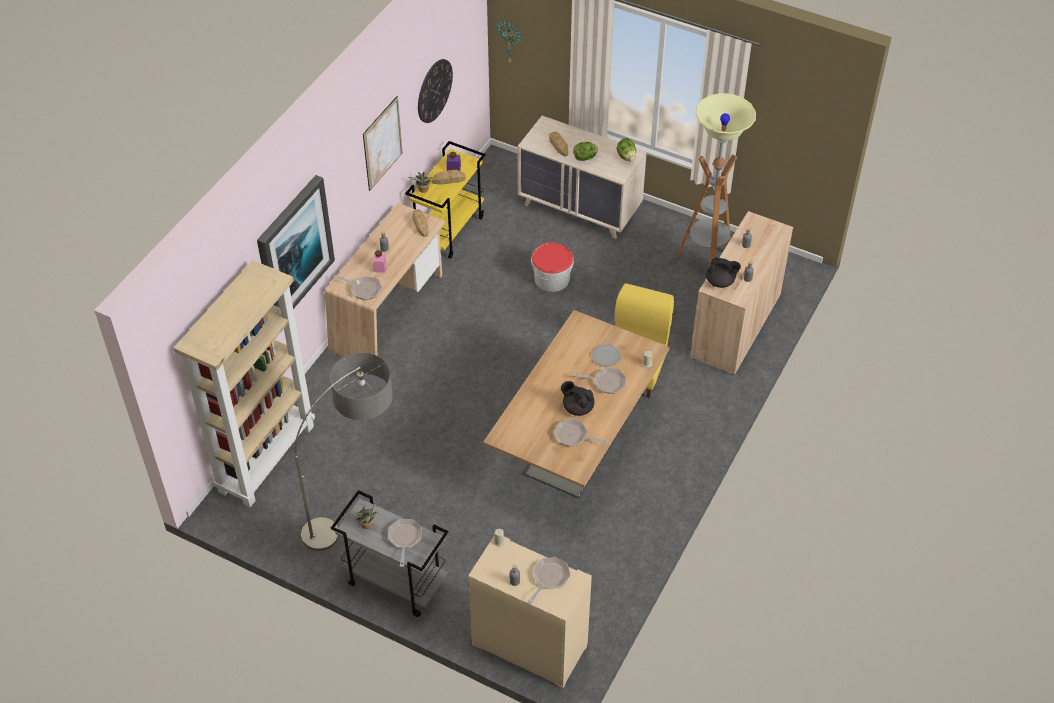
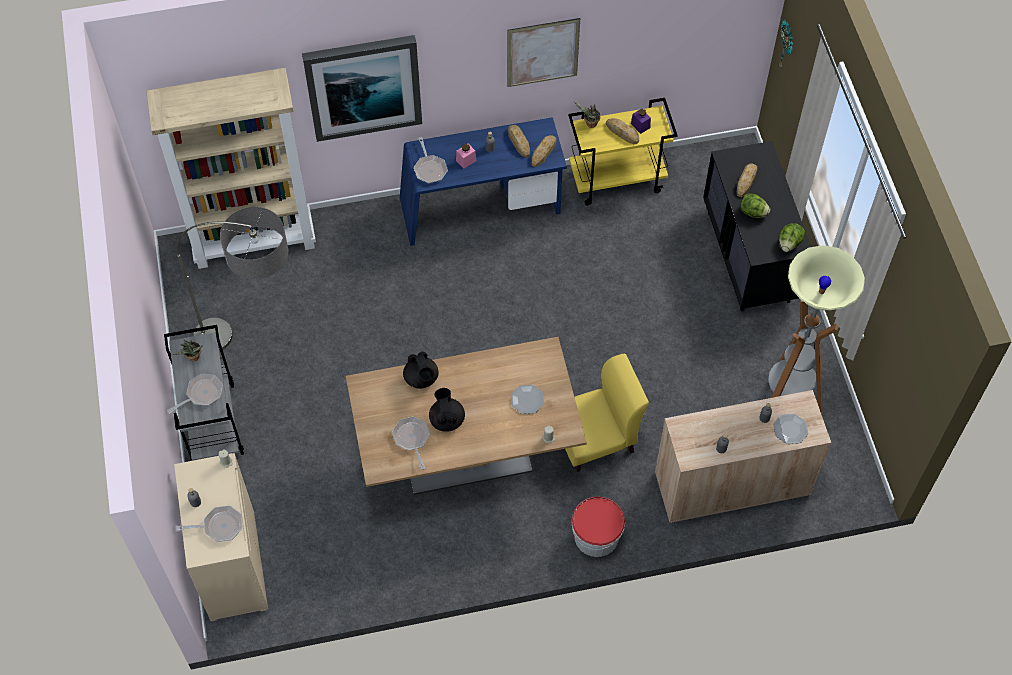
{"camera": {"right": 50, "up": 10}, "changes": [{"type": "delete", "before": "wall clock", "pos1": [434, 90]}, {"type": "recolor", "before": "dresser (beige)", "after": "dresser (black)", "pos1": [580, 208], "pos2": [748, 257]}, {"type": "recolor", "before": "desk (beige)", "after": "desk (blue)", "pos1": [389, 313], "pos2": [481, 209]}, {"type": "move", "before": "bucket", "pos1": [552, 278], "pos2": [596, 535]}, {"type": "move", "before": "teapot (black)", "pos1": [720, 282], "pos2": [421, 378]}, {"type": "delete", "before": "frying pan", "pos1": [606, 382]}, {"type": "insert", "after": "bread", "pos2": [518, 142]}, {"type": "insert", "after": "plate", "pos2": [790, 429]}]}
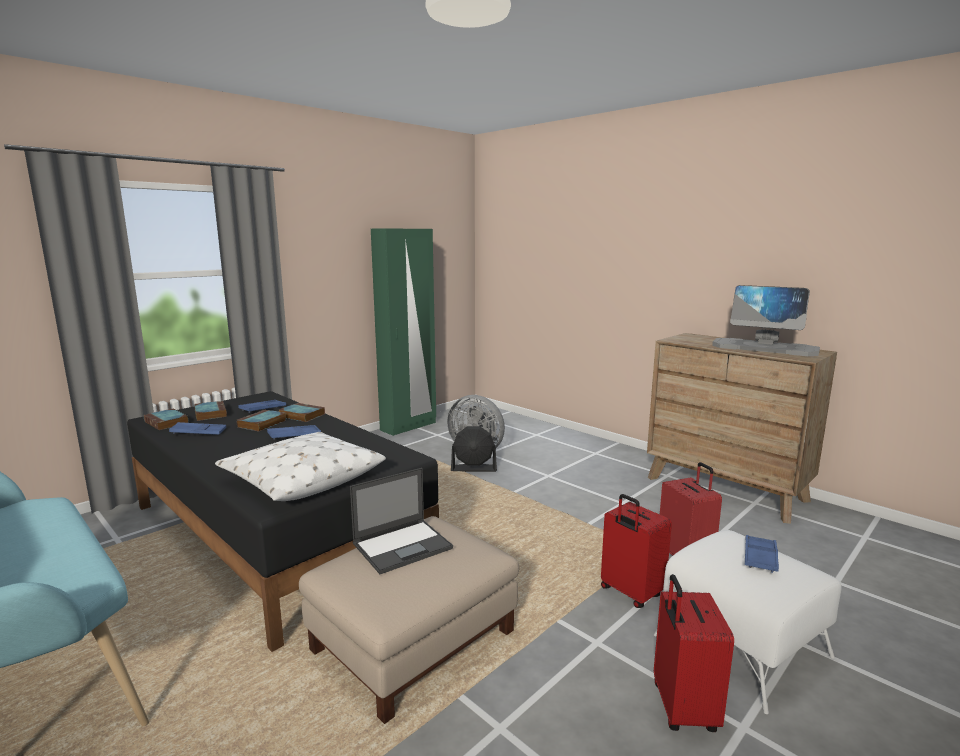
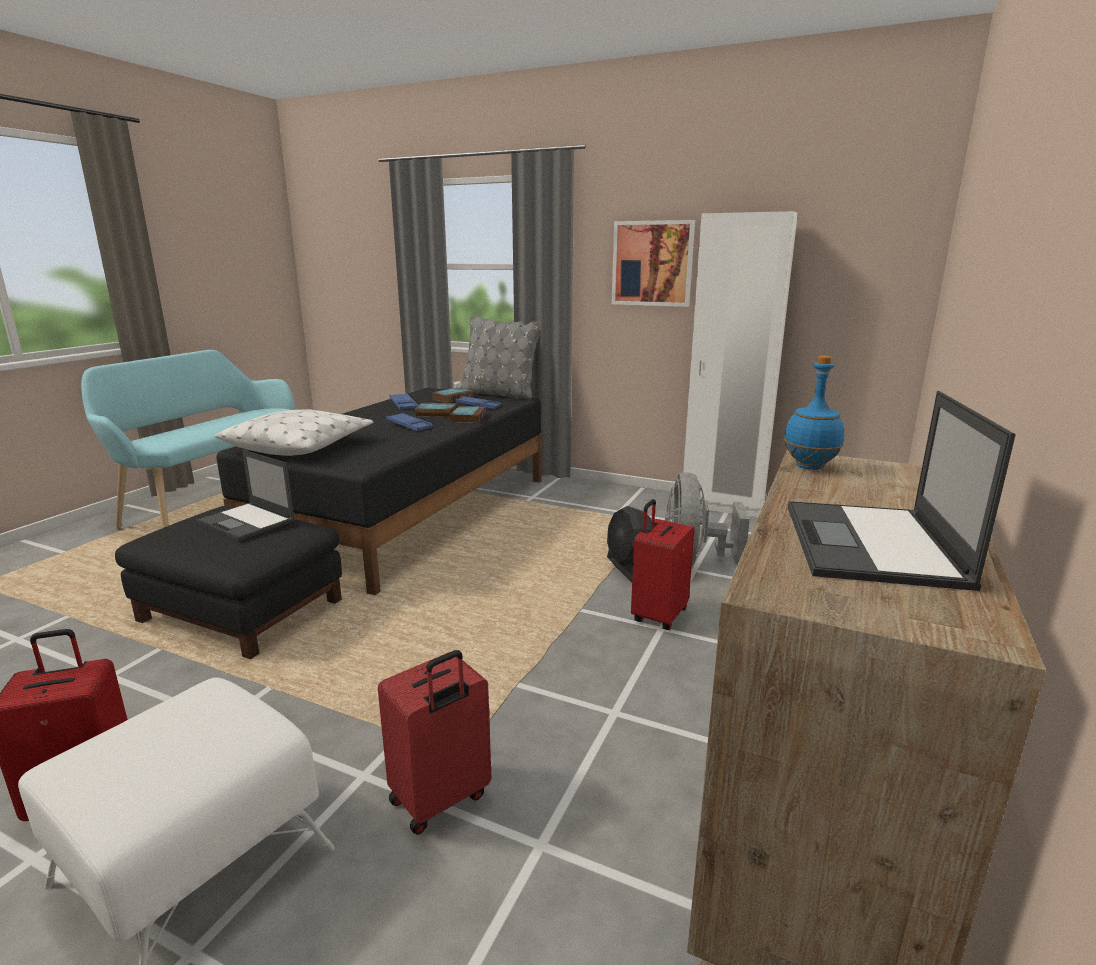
{"camera": {"right": 70, "up": 5}, "changes": [{"type": "recolor", "before": "wardrobe (green)", "after": "wardrobe (white)", "pos1": [408, 426], "pos2": [722, 507]}, {"type": "replace", "before": "monitor", "after": "laptop", "pos1": [765, 348], "pos2": [872, 545]}, {"type": "delete", "before": "book", "pos1": [167, 423]}, {"type": "move", "before": "suitcase (red)", "pos1": [630, 593], "pos2": [658, 615]}, {"type": "recolor", "before": "ottoman (beige)", "after": "ottoman (black)", "pos1": [413, 639], "pos2": [243, 610]}, {"type": "delete", "before": "tray (blue)", "pos1": [760, 557]}, {"type": "insert", "after": "picture", "pos2": [652, 263]}, {"type": "insert", "after": "pillow (grey)", "pos2": [499, 394]}, {"type": "insert", "after": "bottle (blue)", "pos2": [810, 466]}]}
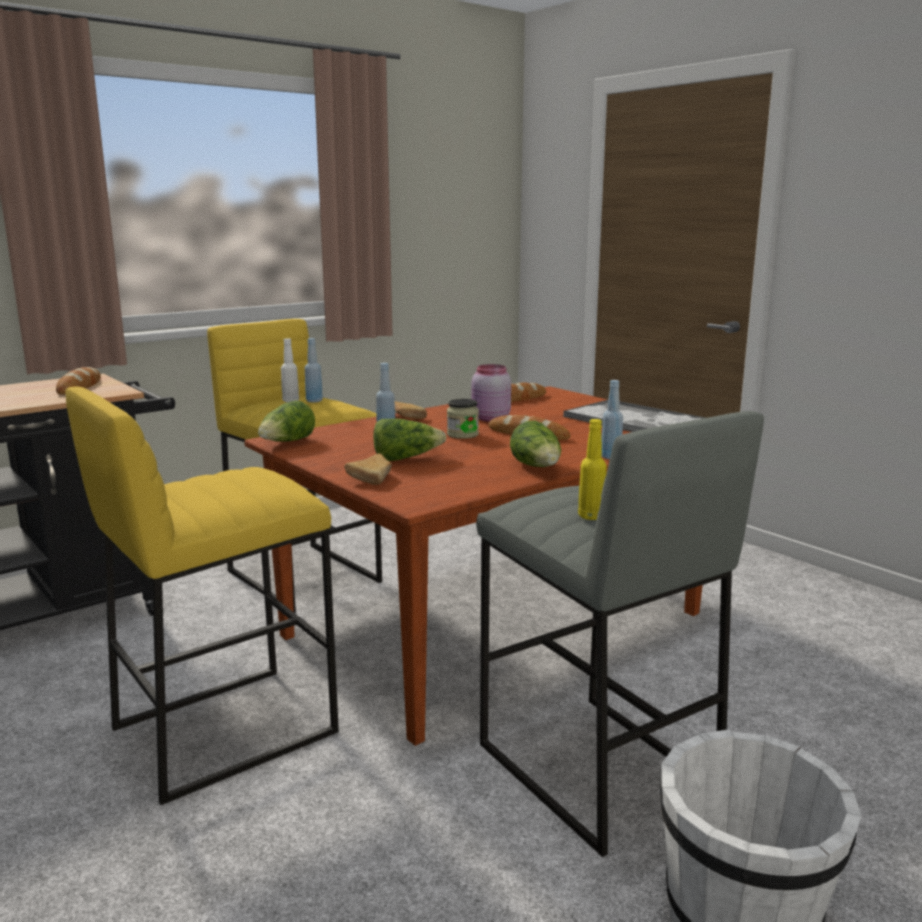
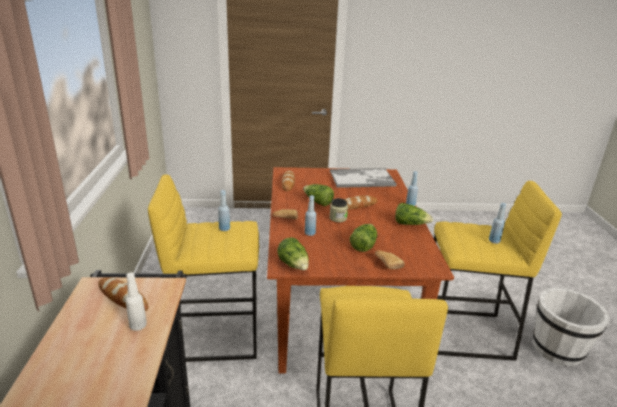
{"camera": {"right": -55, "up": 10}, "changes": [{"type": "move", "before": "bottle (white)", "pos1": [291, 401], "pos2": [138, 326]}, {"type": "replace", "before": "jar (pink)", "after": "lettuce", "pos1": [490, 419], "pos2": [317, 202]}, {"type": "recolor", "before": "stool (grey)", "after": "stool (yellow)", "pos1": [594, 768], "pos2": [465, 334]}, {"type": "recolor", "before": "bottle (yellow)", "after": "bottle (blue)", "pos1": [591, 516], "pos2": [494, 241]}]}
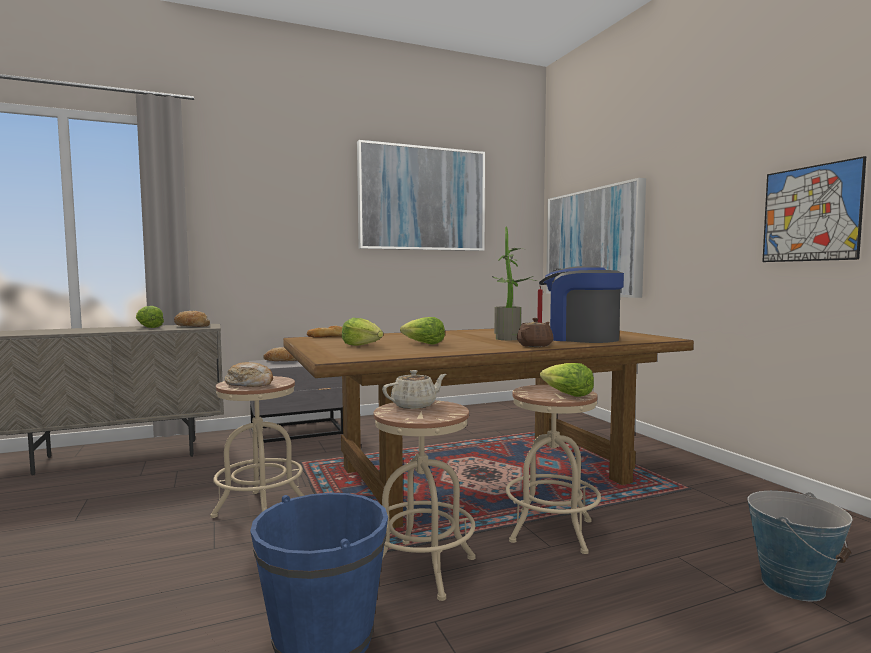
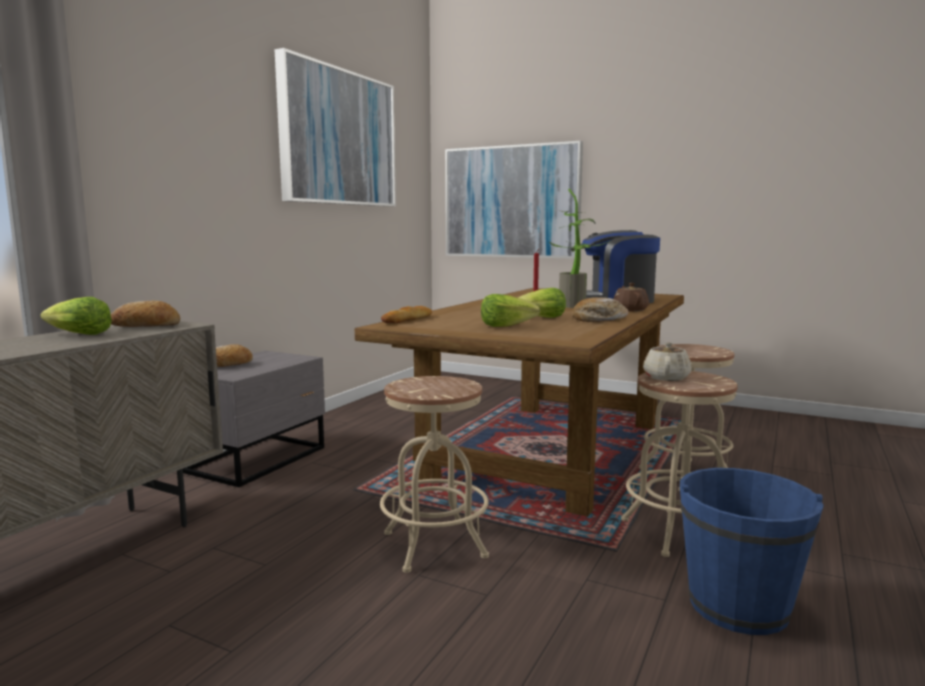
{"camera": {"right": -40, "up": 5}, "changes": [{"type": "delete", "before": "picture", "pos1": [810, 213]}, {"type": "move", "before": "bread", "pos1": [250, 384], "pos2": [599, 319]}, {"type": "delete", "before": "lettuce", "pos1": [566, 394]}, {"type": "delete", "before": "bucket", "pos1": [793, 585]}]}
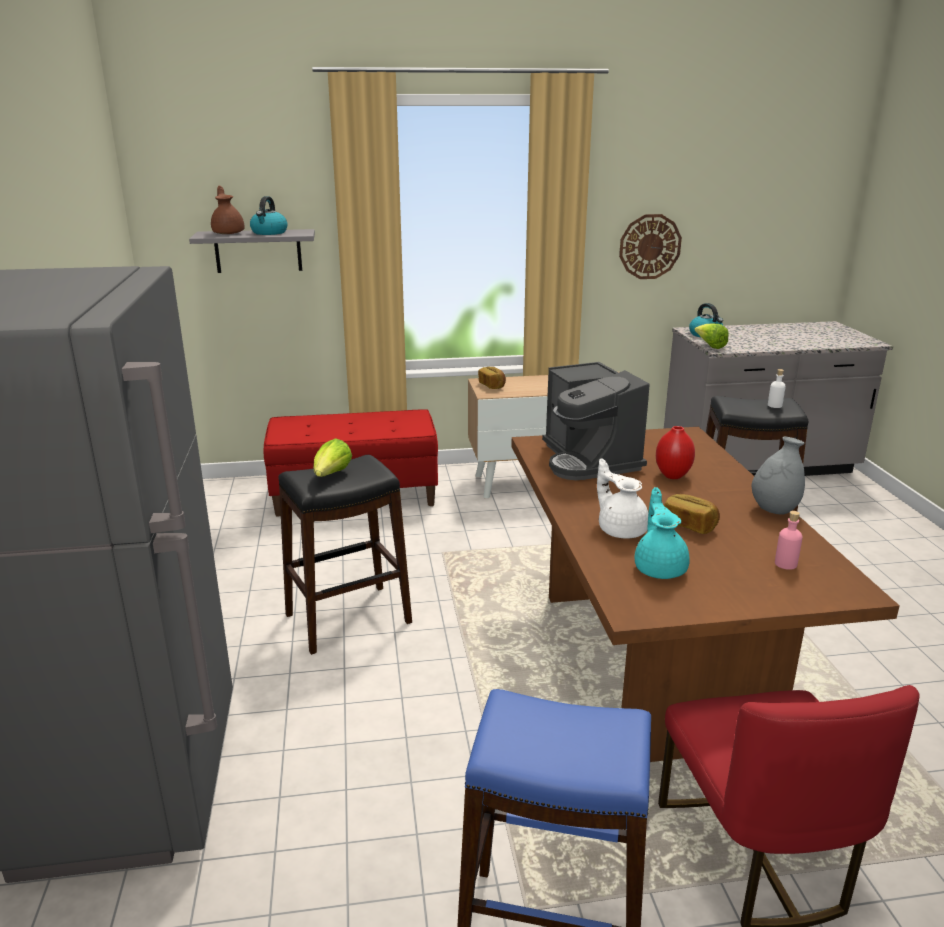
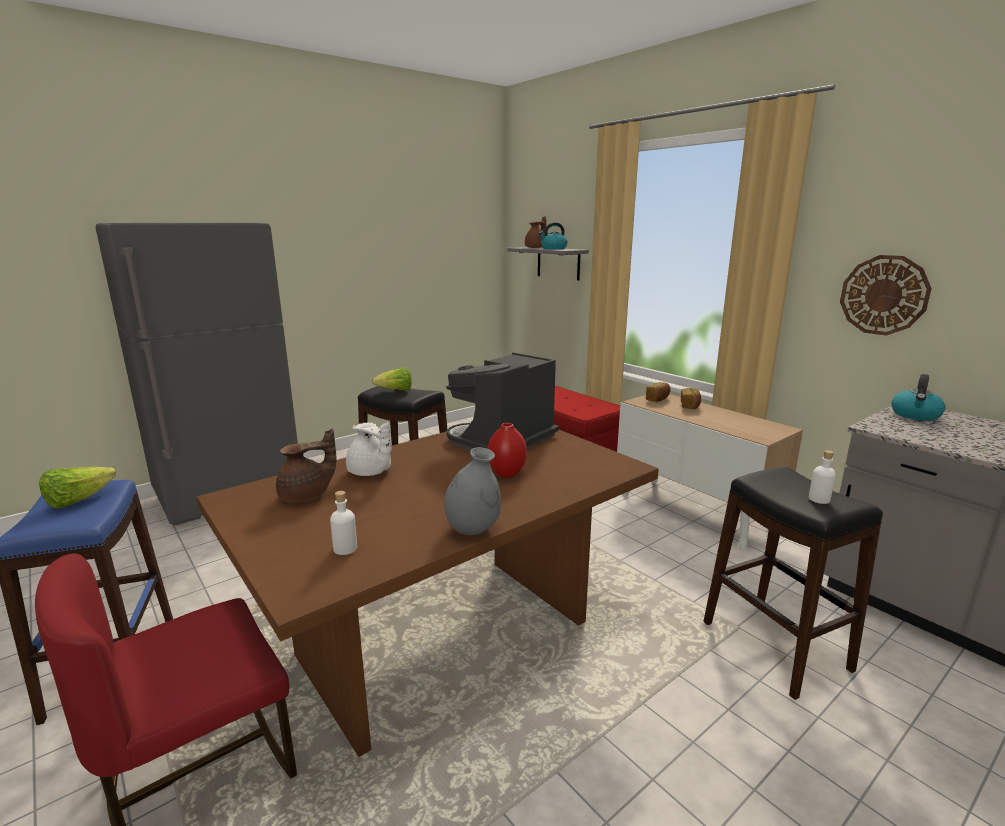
{"camera": {"right": 60, "up": -5}, "changes": [{"type": "move", "before": "lettuce", "pos1": [710, 346], "pos2": [78, 501]}, {"type": "rotate", "before": "teapot (white)", "pos1": [621, 529], "pos2": [370, 472], "turn": 105}, {"type": "recolor", "before": "teapot (turquoise)", "after": "teapot (brown)", "pos1": [660, 568], "pos2": [307, 496]}, {"type": "move", "before": "bread", "pos1": [689, 525], "pos2": [690, 406]}, {"type": "recolor", "before": "bottle (pink)", "after": "bottle (white)", "pos1": [785, 564], "pos2": [345, 548]}]}
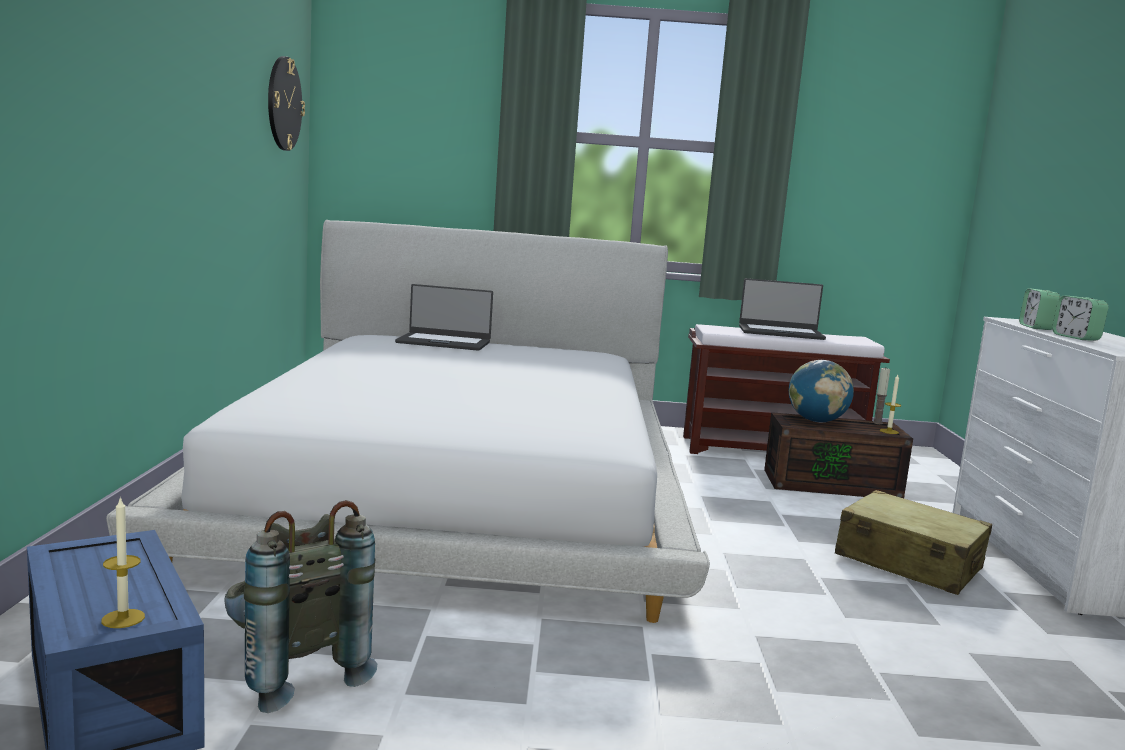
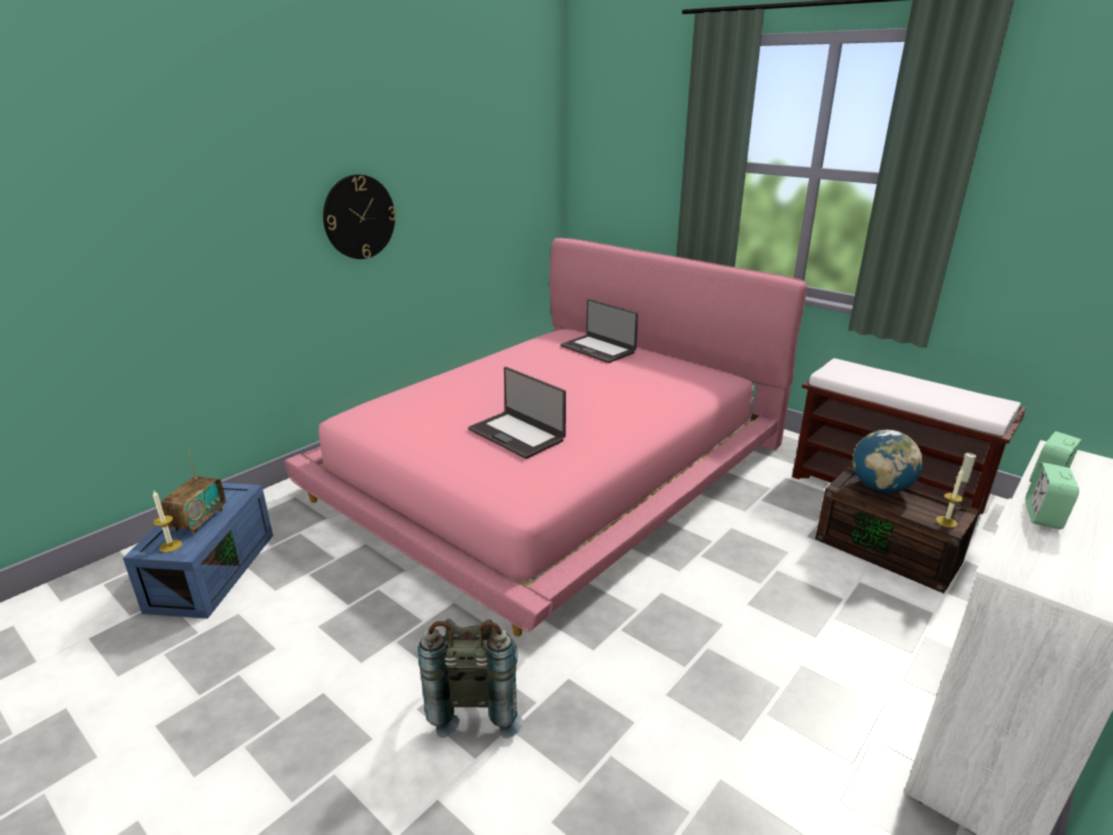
{"camera": {"right": 40, "up": 15}, "changes": [{"type": "move", "before": "wall clock", "pos1": [283, 104], "pos2": [359, 217]}, {"type": "recolor", "before": "bed (white)", "after": "bed (pink)", "pos1": [458, 486], "pos2": [555, 468]}, {"type": "move", "before": "laptop", "pos1": [780, 332], "pos2": [517, 434]}, {"type": "delete", "before": "suitcase (beige)", "pos1": [908, 563]}, {"type": "move", "before": "backpack (grey)", "pos1": [291, 674], "pos2": [476, 703]}, {"type": "insert", "after": "radio", "pos2": [198, 520]}]}
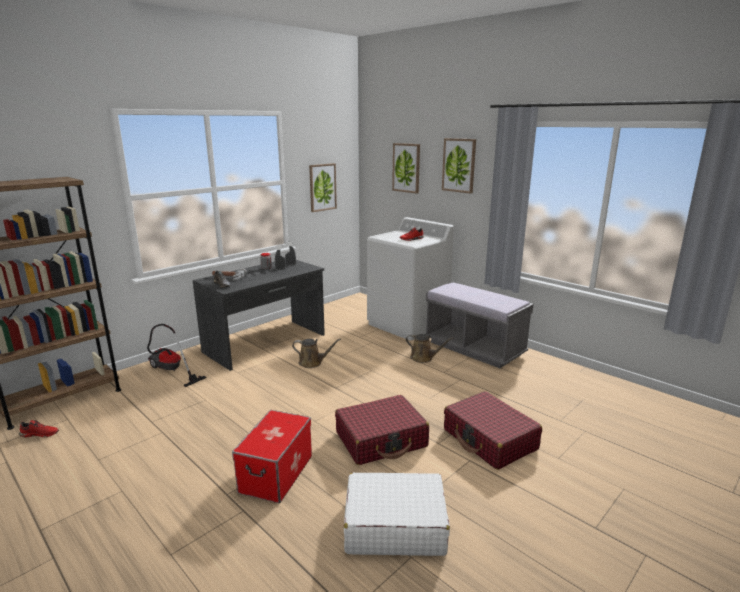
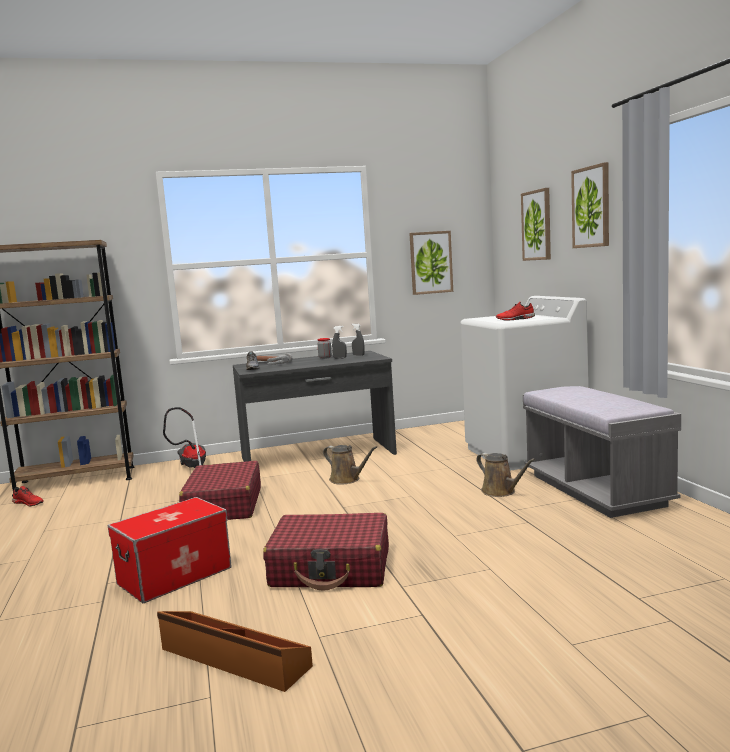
{"camera": {"right": 30, "up": -10}, "changes": [{"type": "move", "before": "suitcase (red)", "pos1": [489, 440], "pos2": [223, 505]}, {"type": "replace", "before": "suitcase (white)", "after": "storage box (brown)", "pos1": [394, 525], "pos2": [233, 658]}]}
